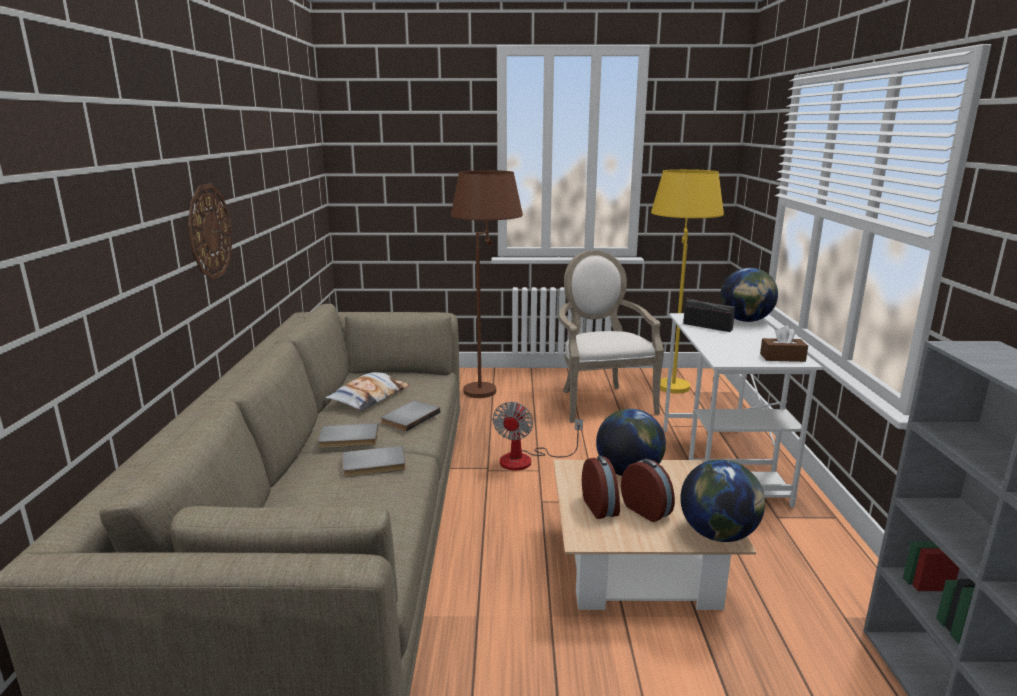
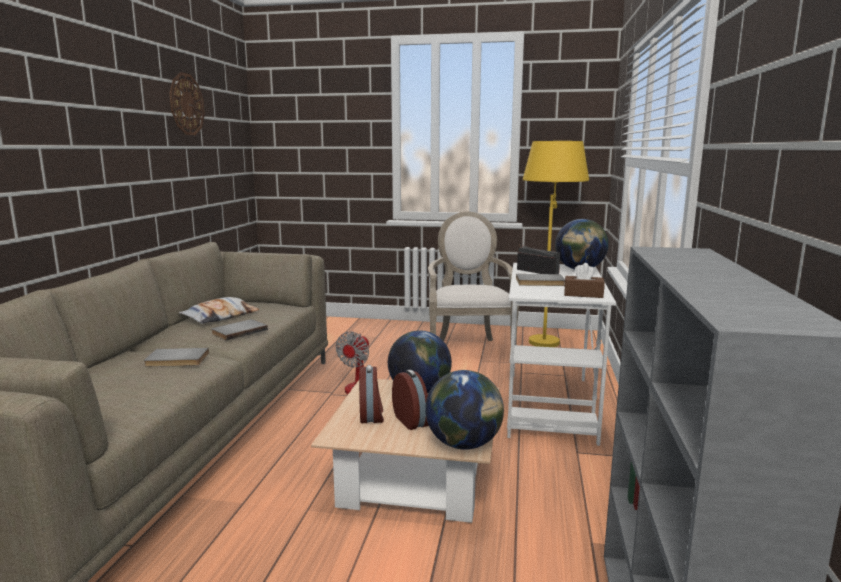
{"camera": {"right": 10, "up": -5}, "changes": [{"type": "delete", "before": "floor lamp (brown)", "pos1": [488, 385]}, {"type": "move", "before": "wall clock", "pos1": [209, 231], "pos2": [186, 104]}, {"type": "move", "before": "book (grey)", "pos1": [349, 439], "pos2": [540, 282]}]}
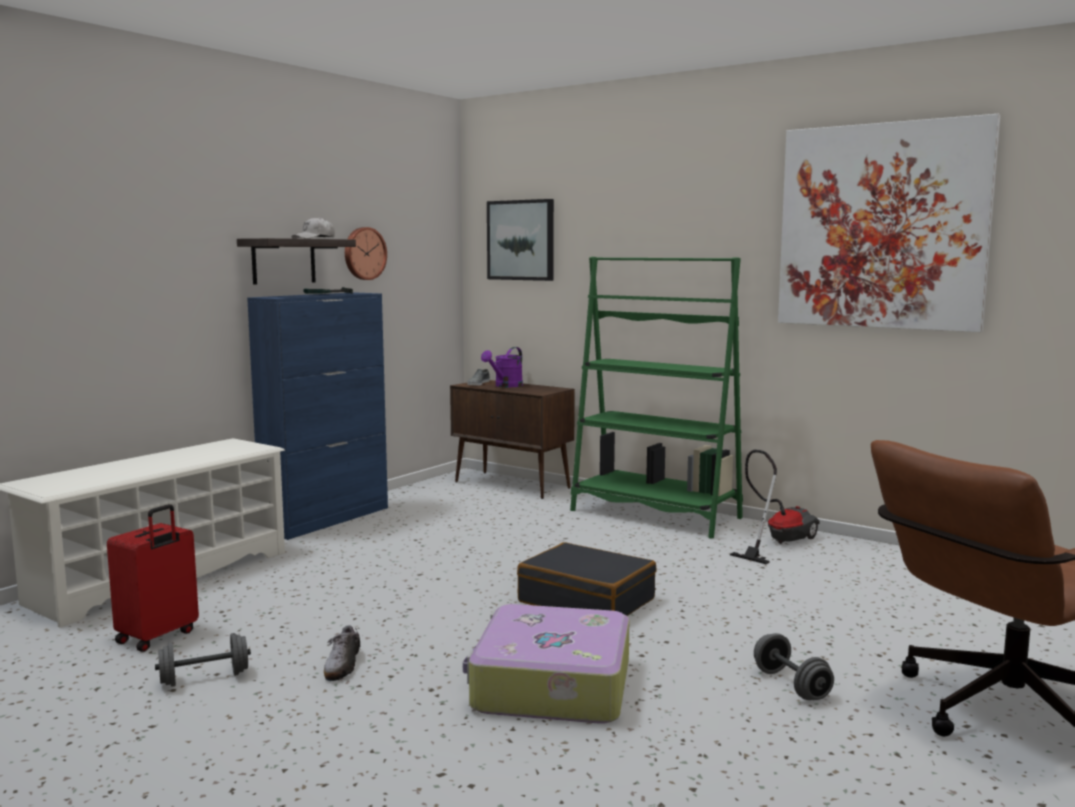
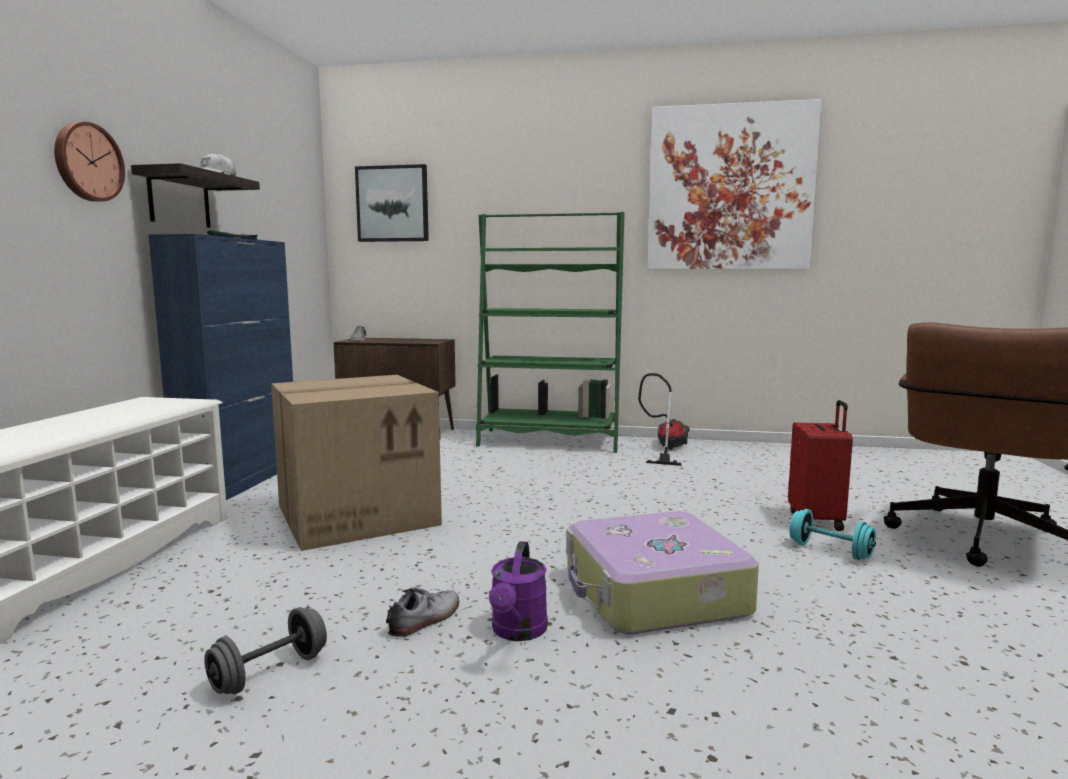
{"camera": {"right": -25, "up": 0}, "changes": [{"type": "move", "before": "wall clock", "pos1": [364, 253], "pos2": [87, 162]}, {"type": "move", "before": "watering can (purple)", "pos1": [505, 386], "pos2": [518, 632]}, {"type": "move", "before": "suitcase (red)", "pos1": [158, 637], "pos2": [817, 521]}, {"type": "delete", "before": "suitcase (black)", "pos1": [587, 600]}, {"type": "rotate", "before": "shoe", "pos1": [342, 665], "pos2": [425, 620], "turn": -120}, {"type": "recolor", "before": "dumbbell (grey)", "after": "dumbbell (turquoise)", "pos1": [791, 685], "pos2": [830, 551]}, {"type": "insert", "after": "cardboard box", "pos2": [359, 514]}]}
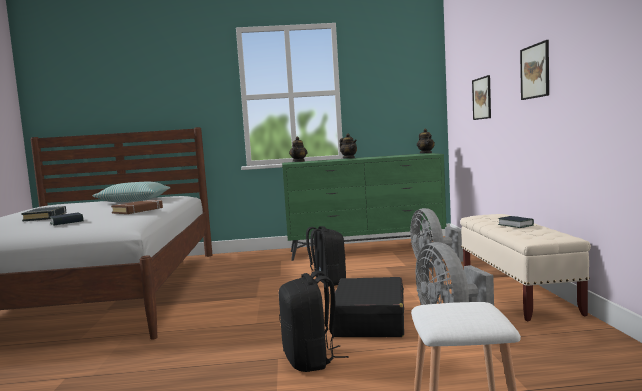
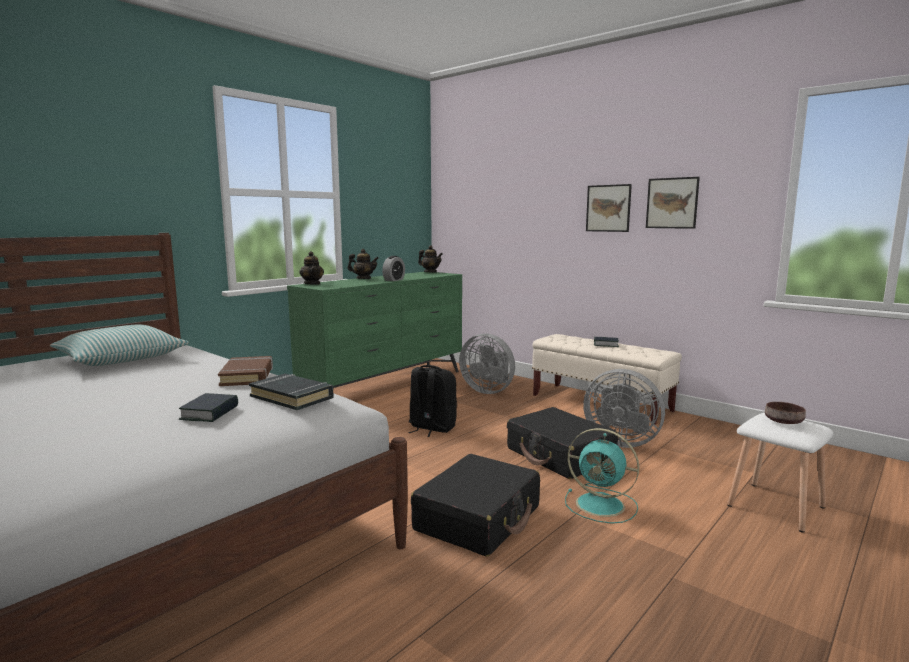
{"camera": {"right": -45, "up": 5}, "changes": [{"type": "move", "before": "picture", "pos1": [482, 98], "pos2": [672, 203]}, {"type": "move", "before": "book (black)", "pos1": [45, 217], "pos2": [292, 397]}, {"type": "replace", "before": "backpack (black)", "after": "fan (turquoise)", "pos1": [311, 360], "pos2": [602, 505]}, {"type": "insert", "after": "alarm clock", "pos2": [394, 280]}, {"type": "insert", "after": "bowl (brown)", "pos2": [783, 422]}, {"type": "insert", "after": "suitcase (black)", "pos2": [478, 518]}]}
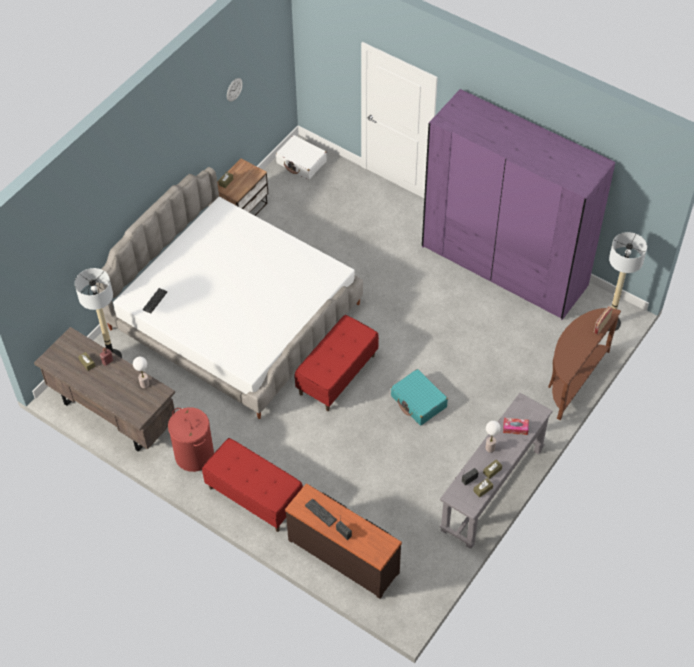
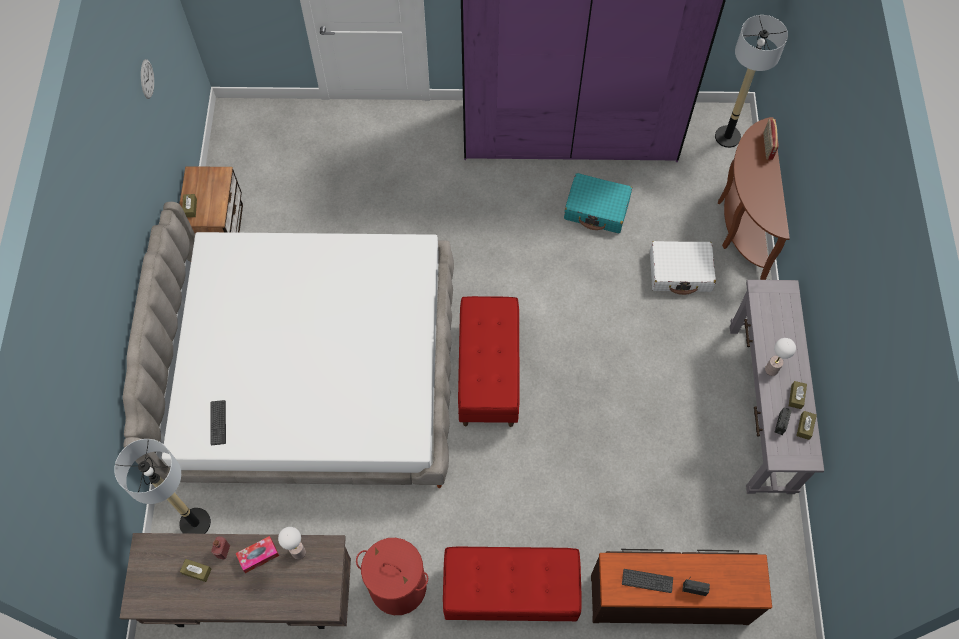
{"camera": {"right": -35, "up": 10}, "changes": [{"type": "move", "before": "suitcase (white)", "pos1": [301, 162], "pos2": [680, 272]}, {"type": "move", "before": "suitcase (turquoise)", "pos1": [418, 402], "pos2": [597, 209]}, {"type": "move", "before": "tissue box", "pos1": [515, 428], "pos2": [258, 556]}]}
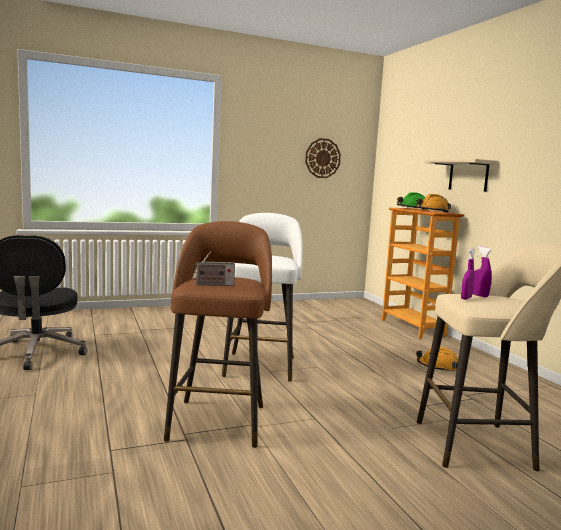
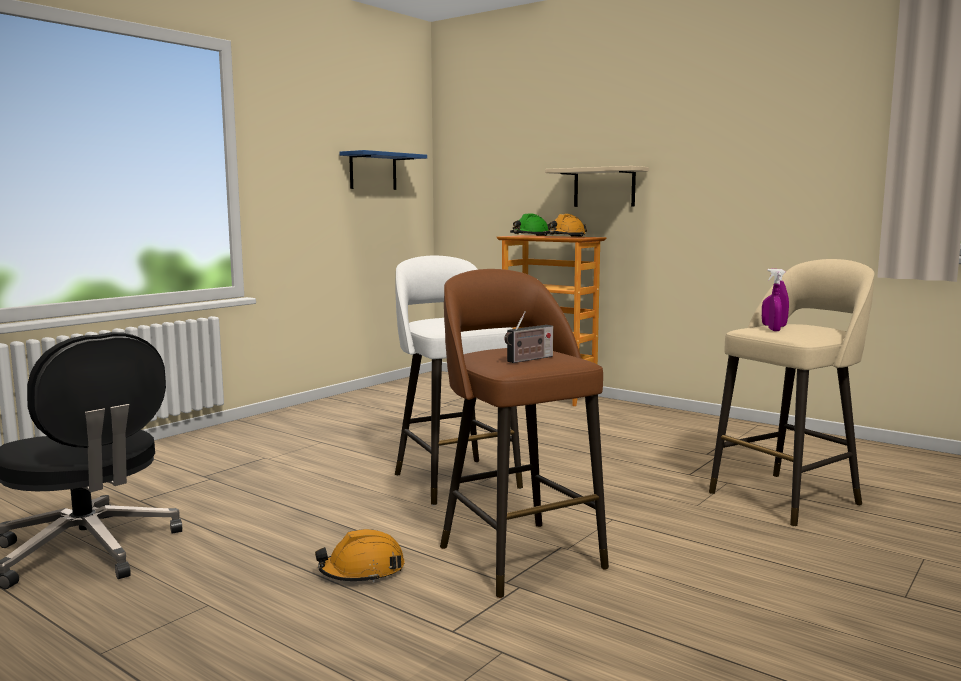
{"camera": {"right": -30, "up": 0}, "changes": [{"type": "replace", "before": "wall clock", "after": "shelf (blue)", "pos1": [322, 158], "pos2": [373, 171]}, {"type": "move", "before": "hard hat (orange)", "pos1": [438, 366], "pos2": [362, 571]}]}
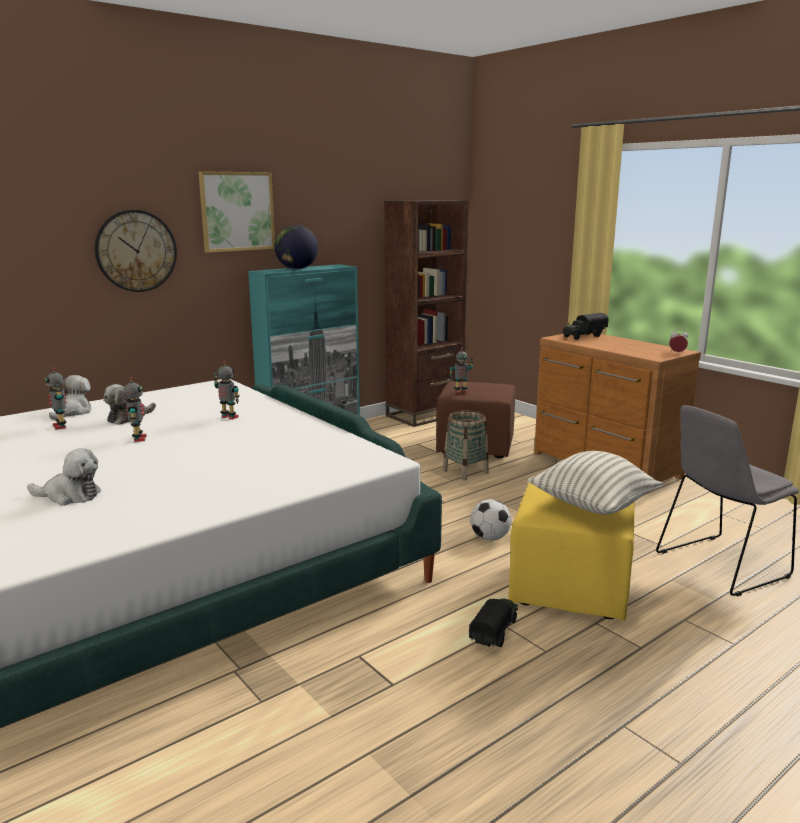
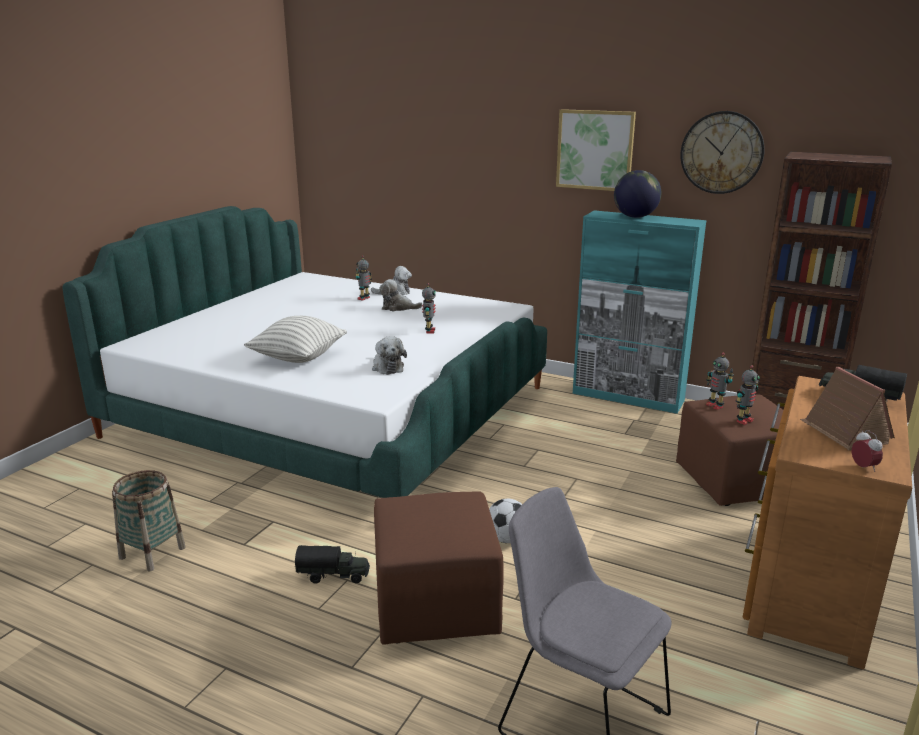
{"camera": {"right": 65, "up": 5}, "changes": [{"type": "move", "before": "wall clock", "pos1": [136, 251], "pos2": [721, 152]}, {"type": "move", "before": "toy robot", "pos1": [138, 439], "pos2": [743, 420]}, {"type": "move", "before": "basket", "pos1": [465, 472], "pos2": [152, 552]}, {"type": "move", "before": "plush toy", "pos1": [70, 496], "pos2": [387, 367]}, {"type": "move", "before": "pillow", "pos1": [593, 507], "pos2": [298, 358]}, {"type": "recolor", "before": "ottoman (yellow)", "after": "ottoman (brown)", "pos1": [571, 589], "pos2": [437, 607]}, {"type": "insert", "after": "toy house", "pos2": [844, 432]}]}
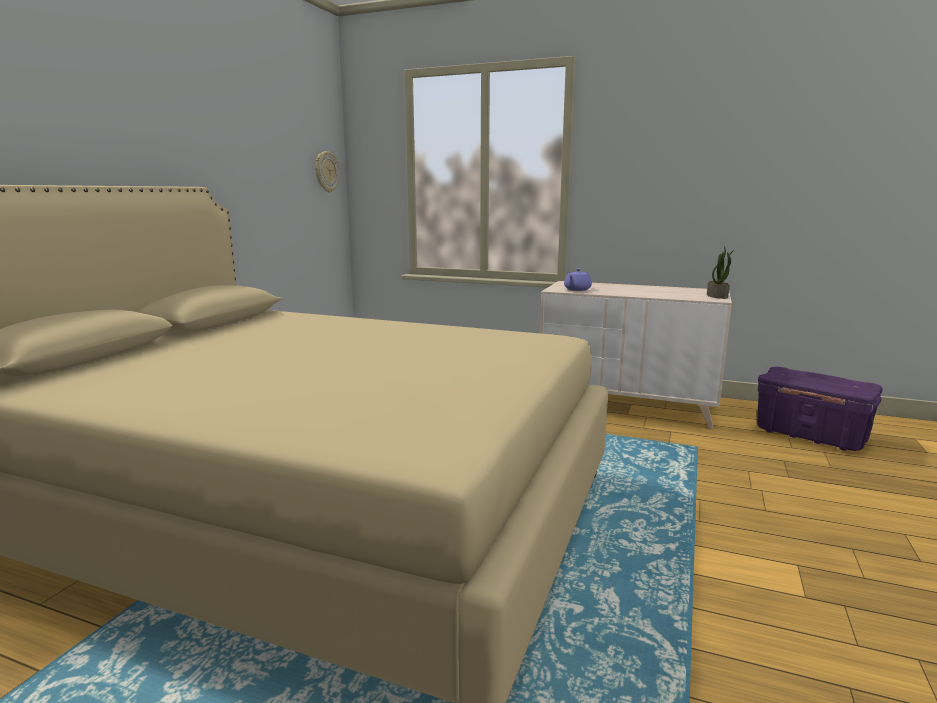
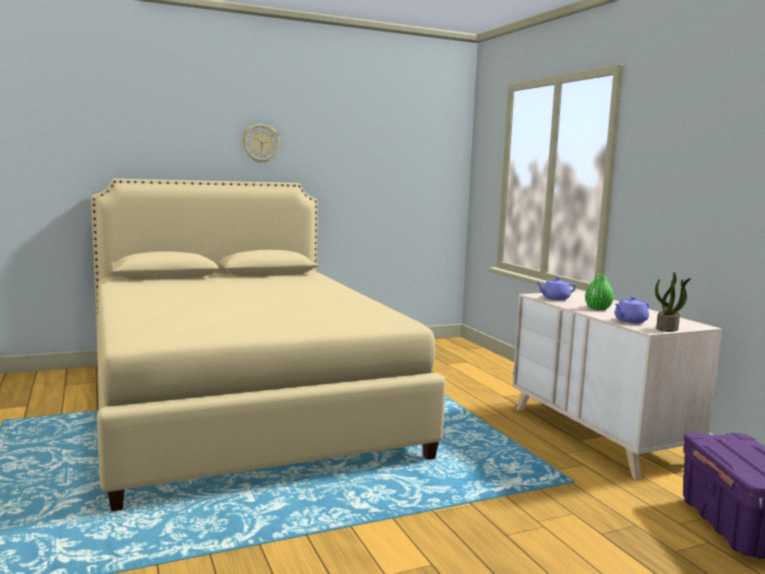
{"camera": {"right": 45, "up": -5}, "changes": [{"type": "move", "before": "wall clock", "pos1": [326, 172], "pos2": [260, 143]}, {"type": "insert", "after": "vase (green)", "pos2": [598, 308]}, {"type": "insert", "after": "teapot (purple)", "pos2": [630, 321]}]}
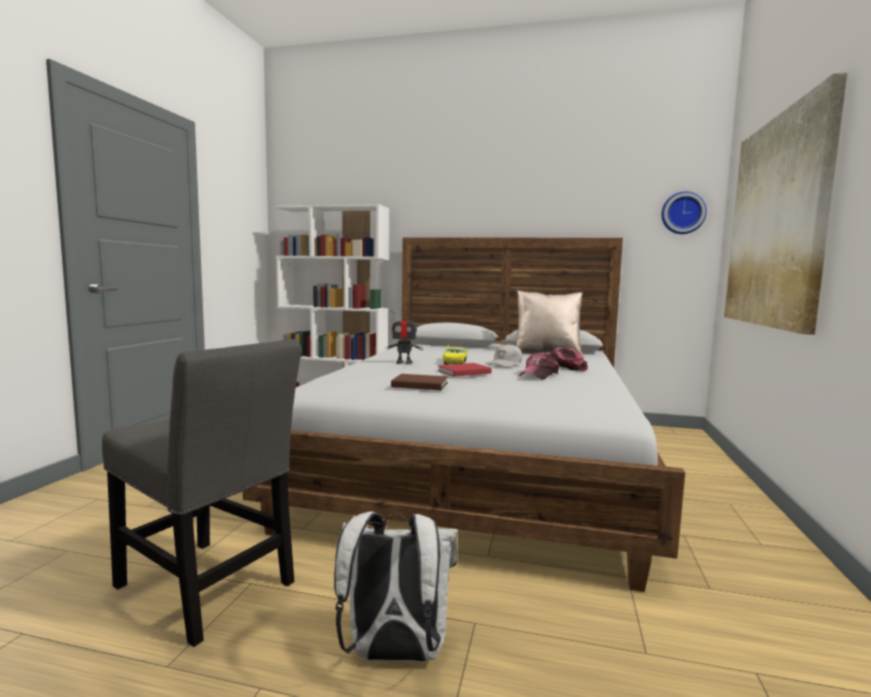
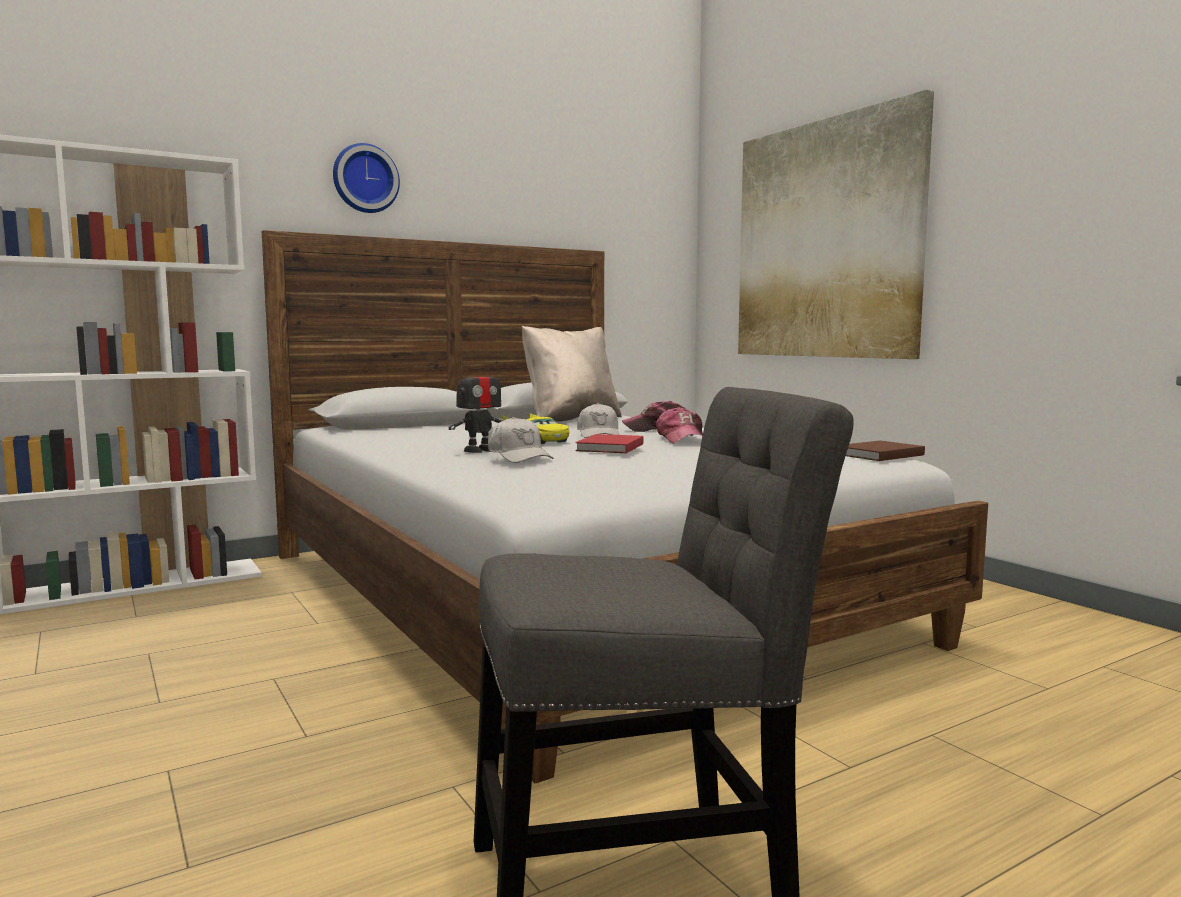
{"camera": {"right": -45, "up": 0}, "changes": [{"type": "move", "before": "wall clock", "pos1": [682, 213], "pos2": [365, 179]}, {"type": "move", "before": "book (brown)", "pos1": [419, 384], "pos2": [877, 454]}, {"type": "delete", "before": "backpack (white)", "pos1": [394, 654]}, {"type": "insert", "after": "cap (white)", "pos2": [519, 457]}]}
